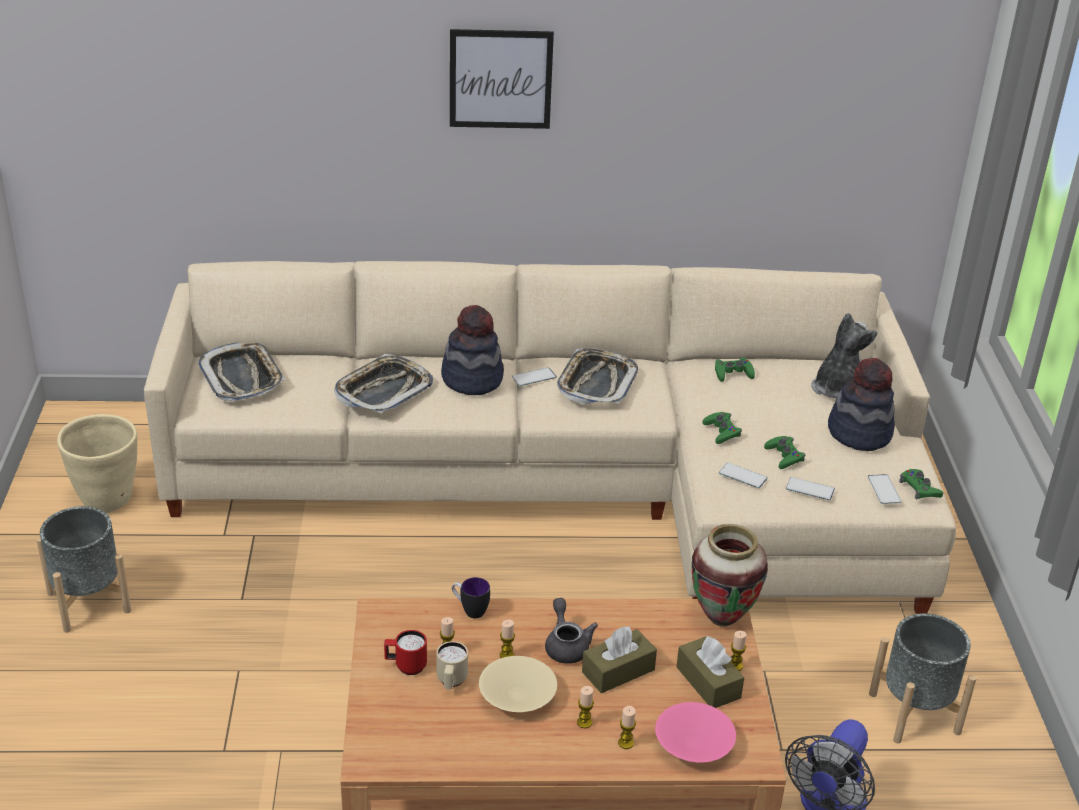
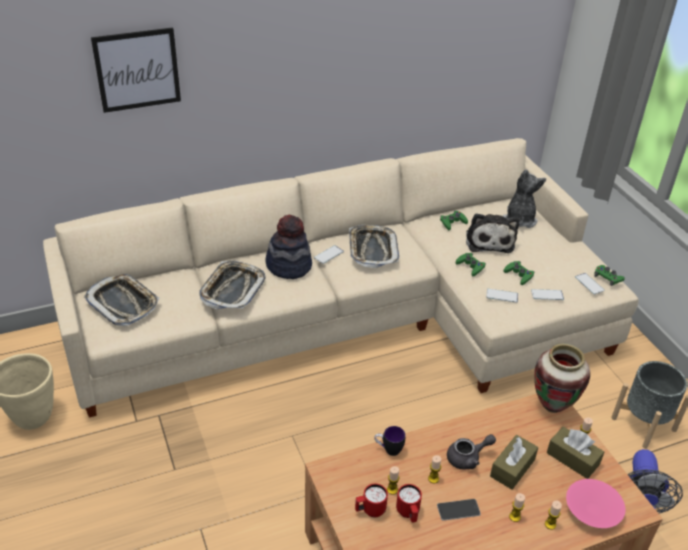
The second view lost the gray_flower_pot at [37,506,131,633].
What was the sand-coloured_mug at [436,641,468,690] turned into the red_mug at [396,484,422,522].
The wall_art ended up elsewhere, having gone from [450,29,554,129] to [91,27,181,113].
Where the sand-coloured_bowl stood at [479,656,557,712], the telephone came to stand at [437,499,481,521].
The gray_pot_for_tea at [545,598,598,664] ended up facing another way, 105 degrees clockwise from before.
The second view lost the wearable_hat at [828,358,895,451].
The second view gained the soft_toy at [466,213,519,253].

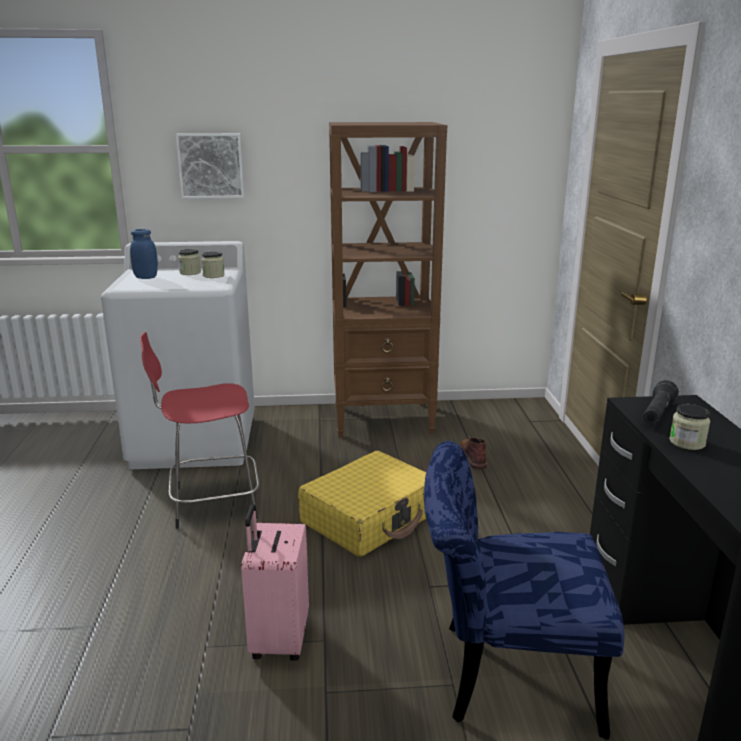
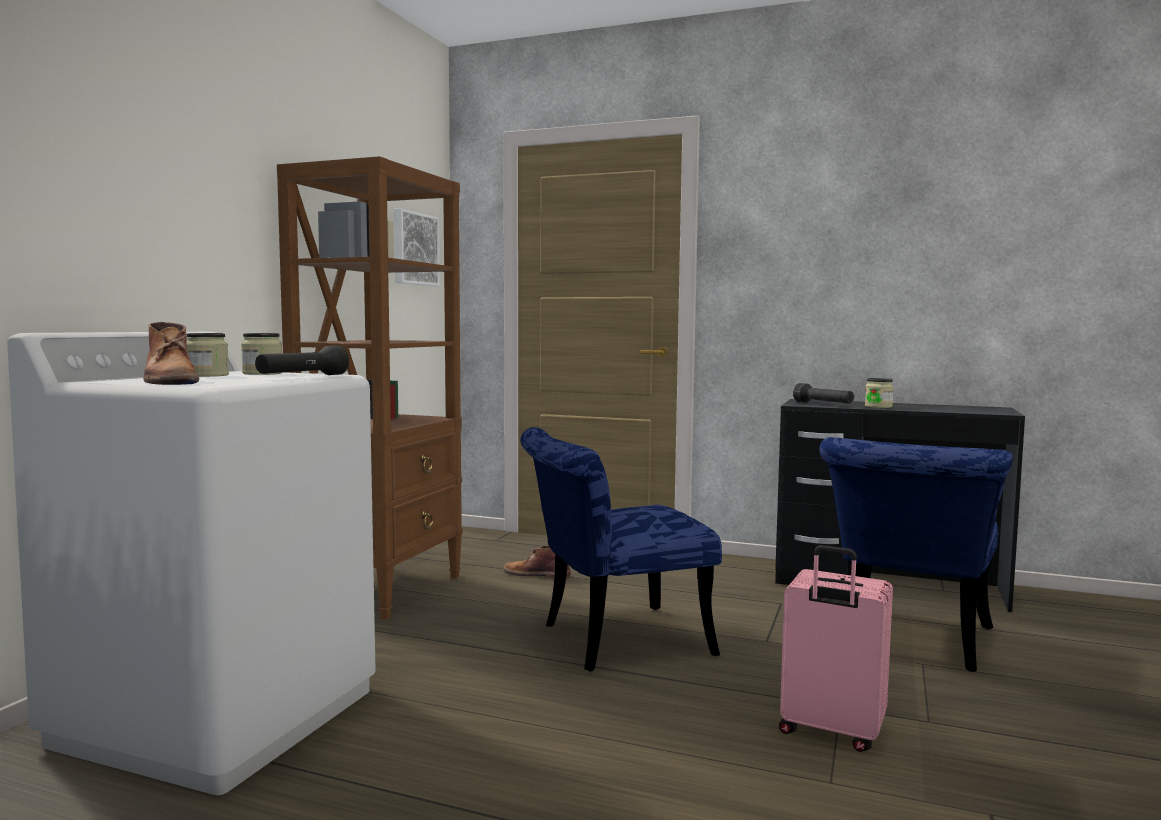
Where the bluish_jar stood at [130,229,158,279], the brown_high-top_boot came to stand at [143,322,199,385].
The second view lost the red_stool_seat at [140,332,259,529].
The wall_art ended up elsewhere, having gone from [176,133,244,199] to [394,209,440,286].
Where the yellowish_piece_of_luggage stood at [298,451,426,557], the bluish_chair came to stand at [520,427,722,672].
The second view gained the black_hand_torch at [255,346,349,375].

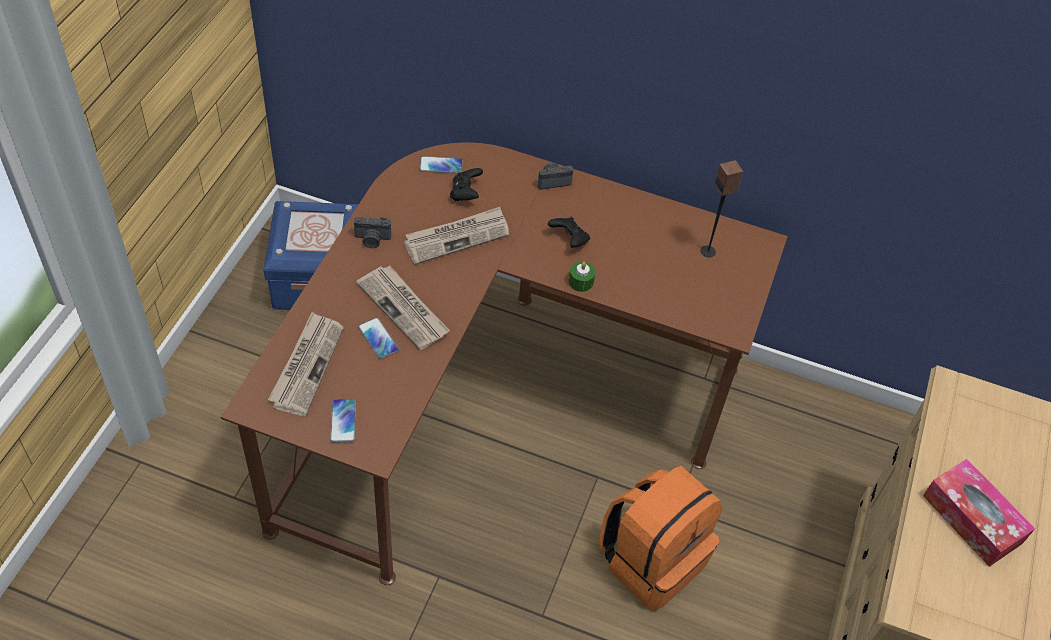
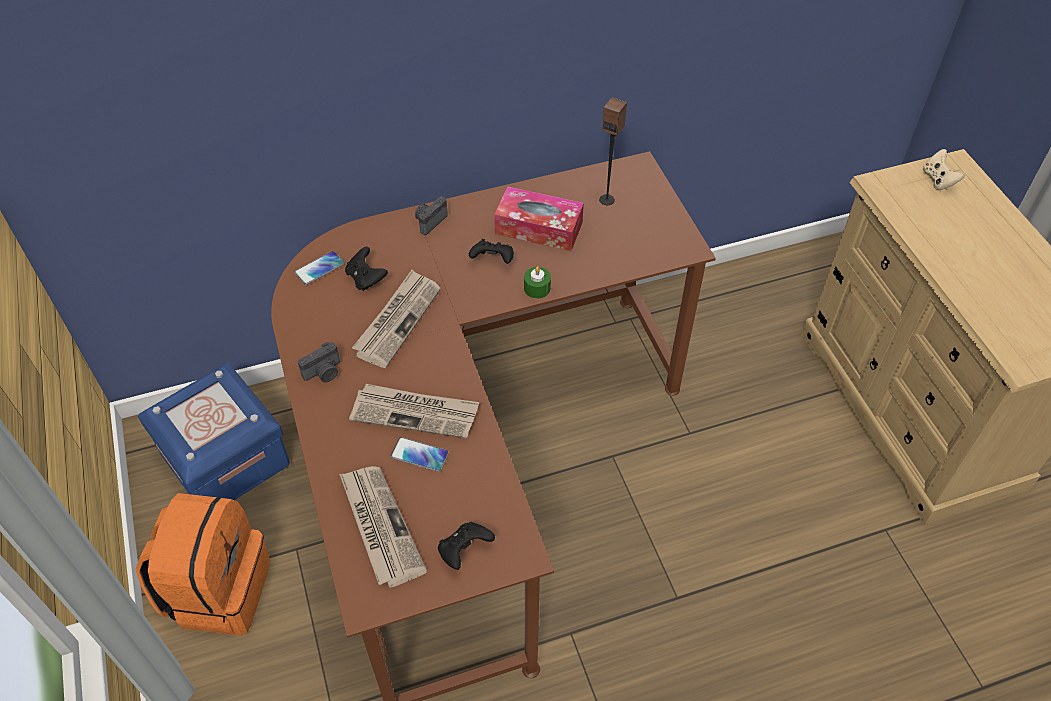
Where the telephone stood at [330,399,356,443], the black_gamepad came to stand at [438,522,495,570].
The orange_backpack ended up elsewhere, having gone from [599,466,722,611] to [136,493,270,636].
The box_of_tissues ended up elsewhere, having gone from [923,459,1035,567] to [494,186,584,251].
The second view gained the sand-coloured_gamepad at [923,149,964,190].

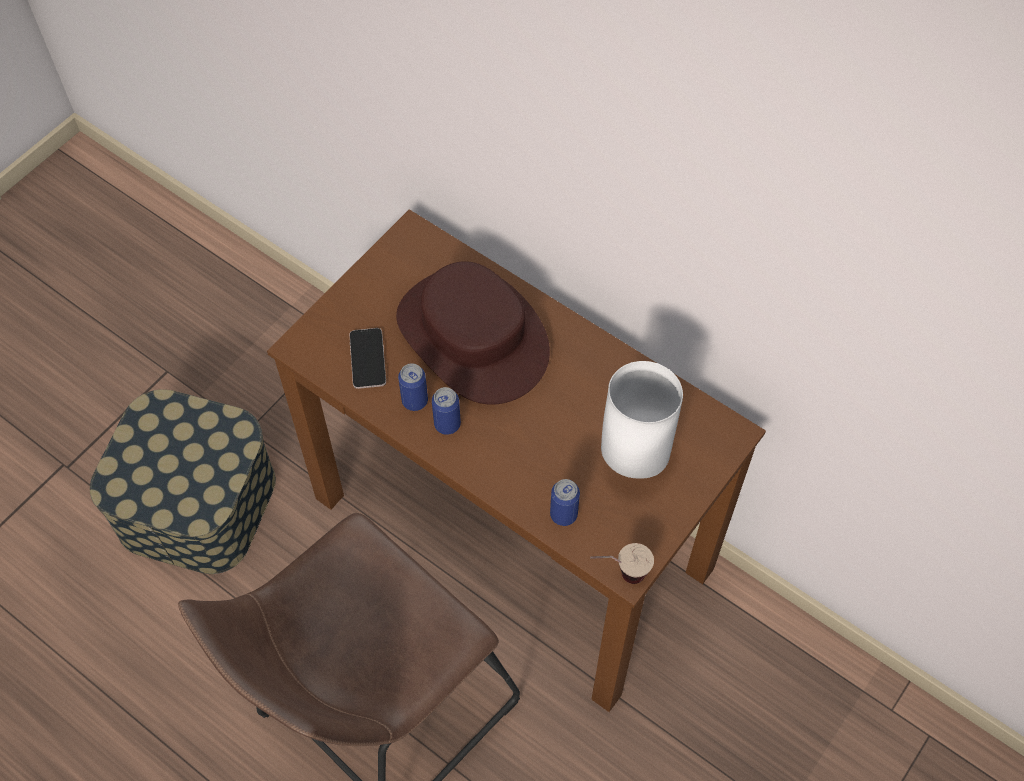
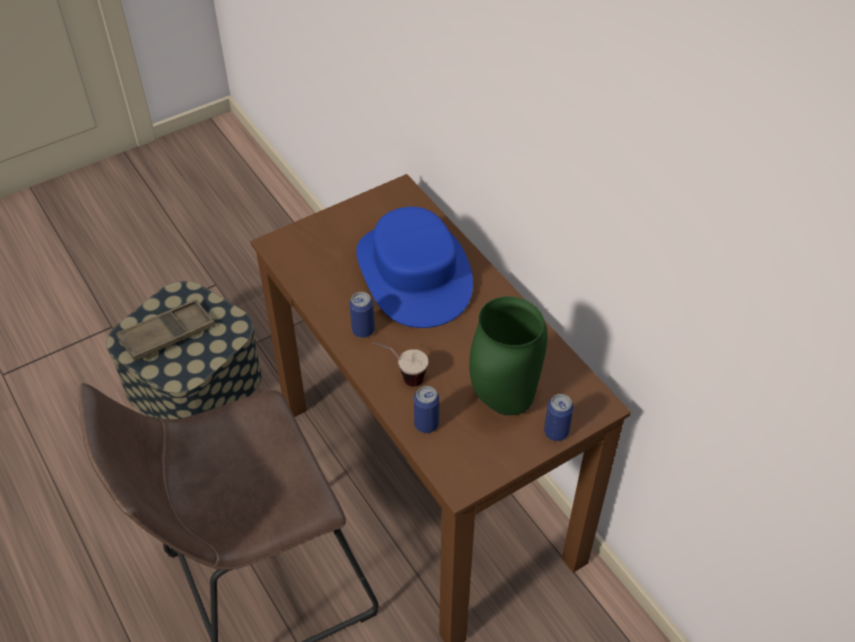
The second view lost the telephone at [349,328,386,389].
What was the brown_wearable_hat at [396,261,550,405] turned into the bluish_wearable_hat at [356,207,473,328].
The metal_can ended up elsewhere, having gone from [398,363,428,411] to [544,394,574,441].
The cup ended up elsewhere, having gone from [590,543,654,584] to [373,342,428,387].
What was the white_vase at [601,361,683,479] turned into the greenish_vase at [469,296,548,415].
The second view gained the brown_carrying_tray at [116,299,215,361].

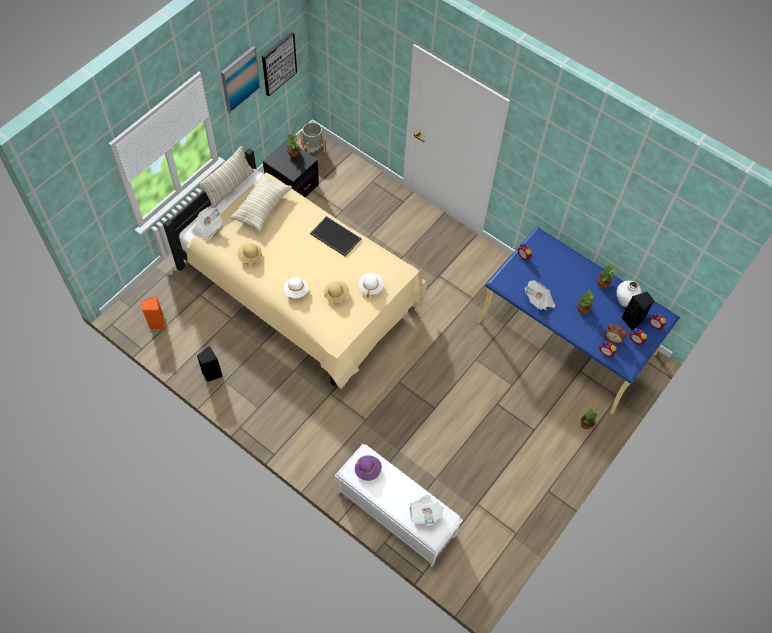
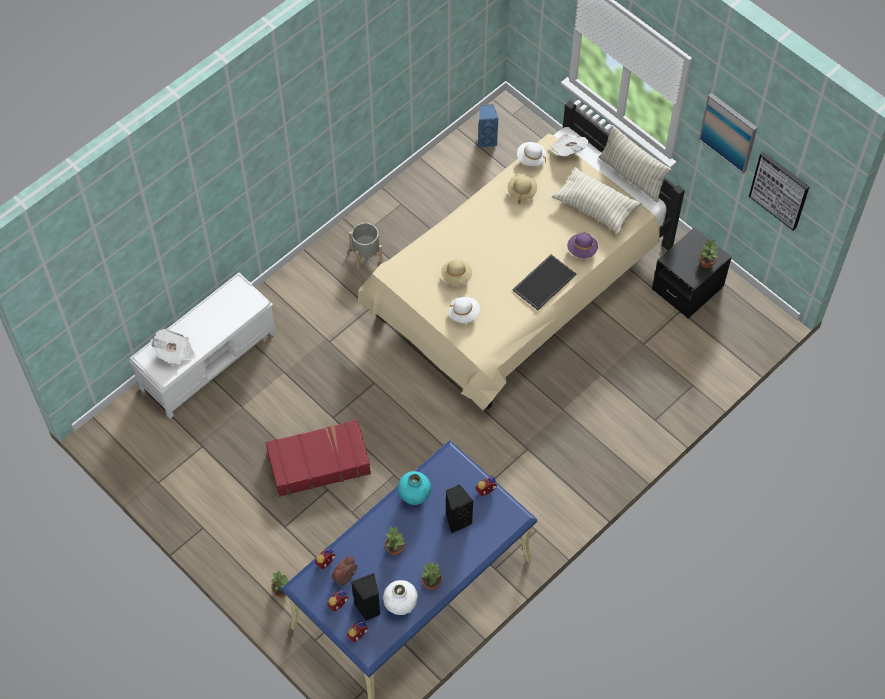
What was the orange_loudspeaker at [141,296,165,329] turned into the bluish_loudspeaker at [478,104,499,148].
The black_loudspeaker ended up elsewhere, having gone from [197,346,223,382] to [446,485,473,534].
The white_wearable_hat ended up elsewhere, having gone from [284,277,308,298] to [517,142,546,166].
The gray_flower_pot ended up elsewhere, having gone from [300,122,325,153] to [349,223,383,269].
The purple-coloured_wearable_hat ended up elsewhere, having gone from [355,455,382,481] to [567,233,598,258].
Where the printed_paper stood at [525,280,555,310], the blue-green_vase came to stand at [398,471,431,505].
The second view gained the red_piece_of_luggage at [265,420,371,497].

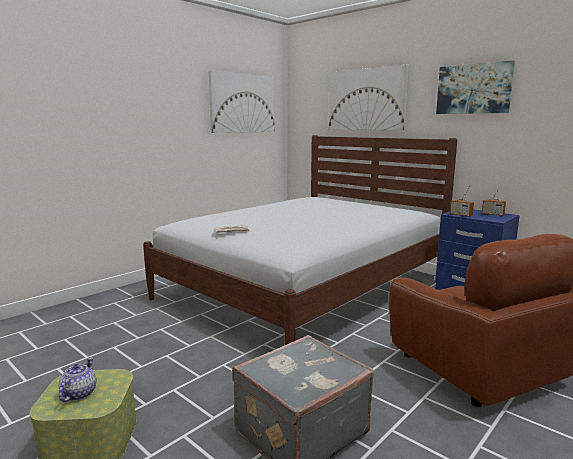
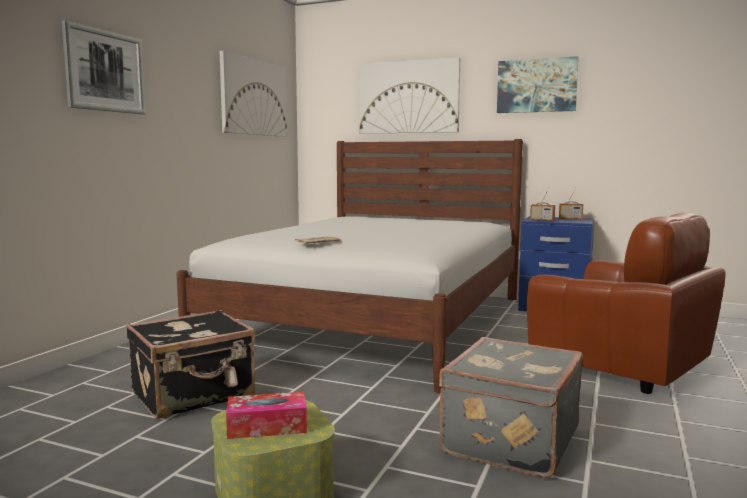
Where the pot_for_tea stood at [59,358,97,402], the box_of_tissues came to stand at [226,392,307,439].
The second view gained the wall_art at [62,20,146,114].
The second view gained the black_piece_of_luggage at [126,310,255,419].

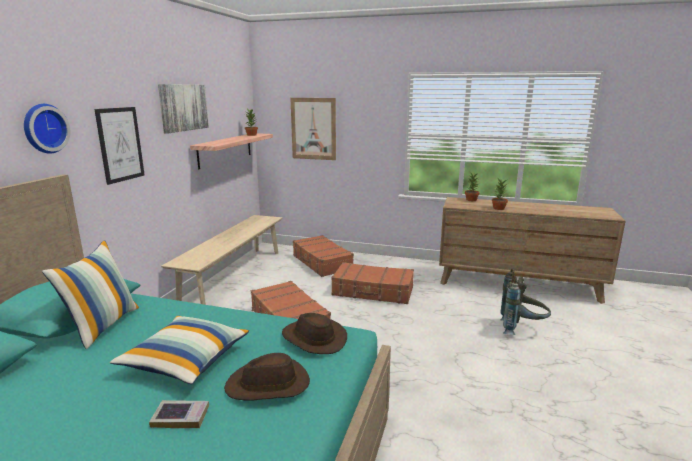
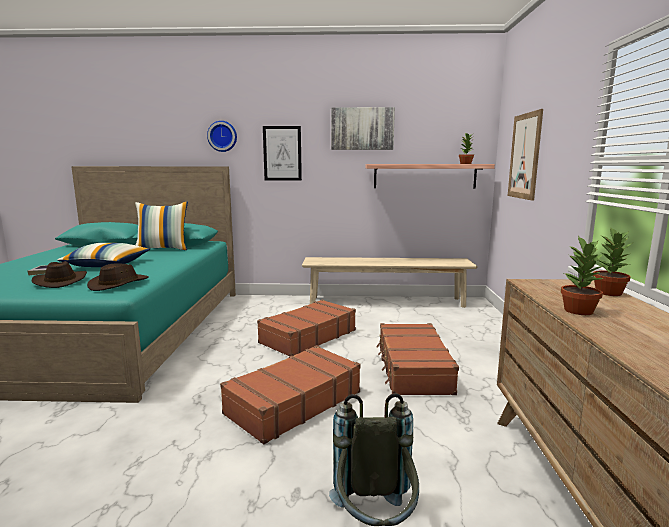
The brown_piece_of_luggage ended up elsewhere, having gone from [293,235,354,277] to [220,345,361,444].

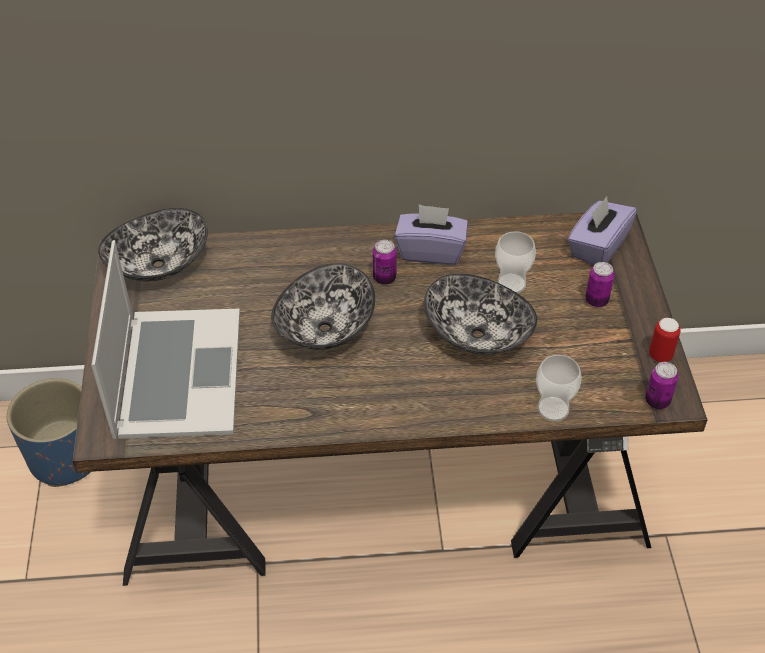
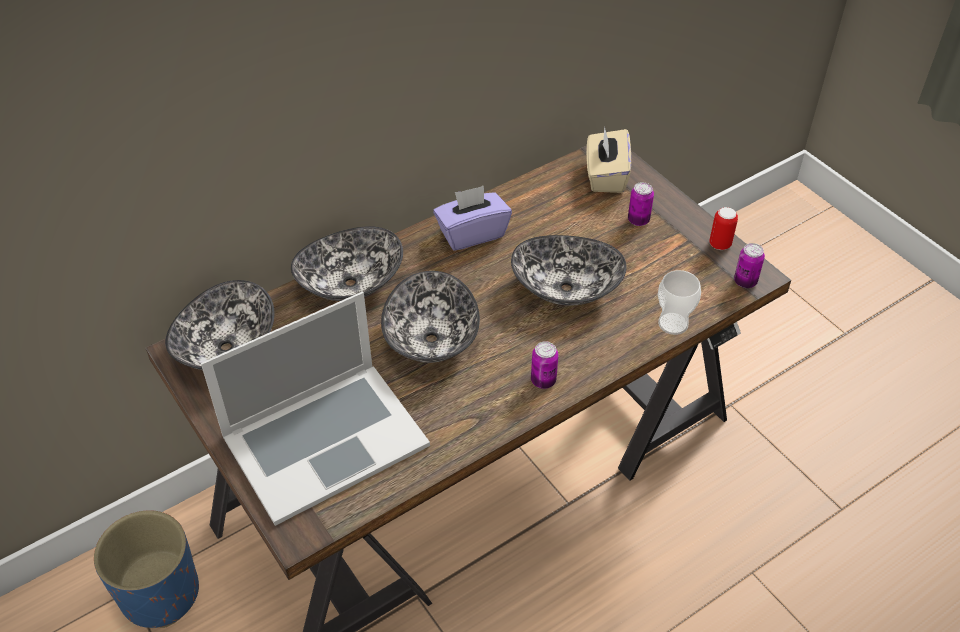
The laptop at [91,240,240,439] ended up facing another way, 90 degrees clockwise from before.
The metal_can ended up elsewhere, having gone from [373,240,397,285] to [531,341,558,389].
The second view lost the cup at [495,231,536,293].
What was the purple-coloured_box_of_tissues at [568,197,637,266] turned into the sand-coloured_box_of_tissues at [586,127,631,193].
The second view gained the bowl at [291,226,403,301].

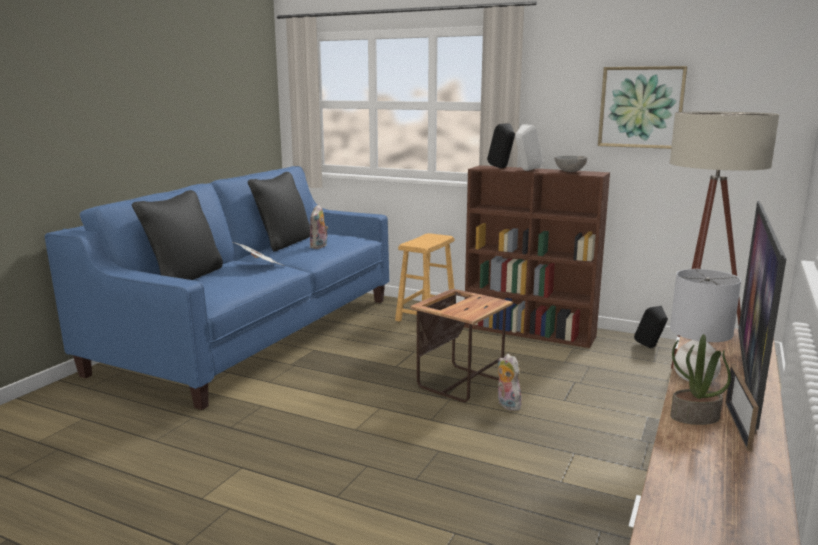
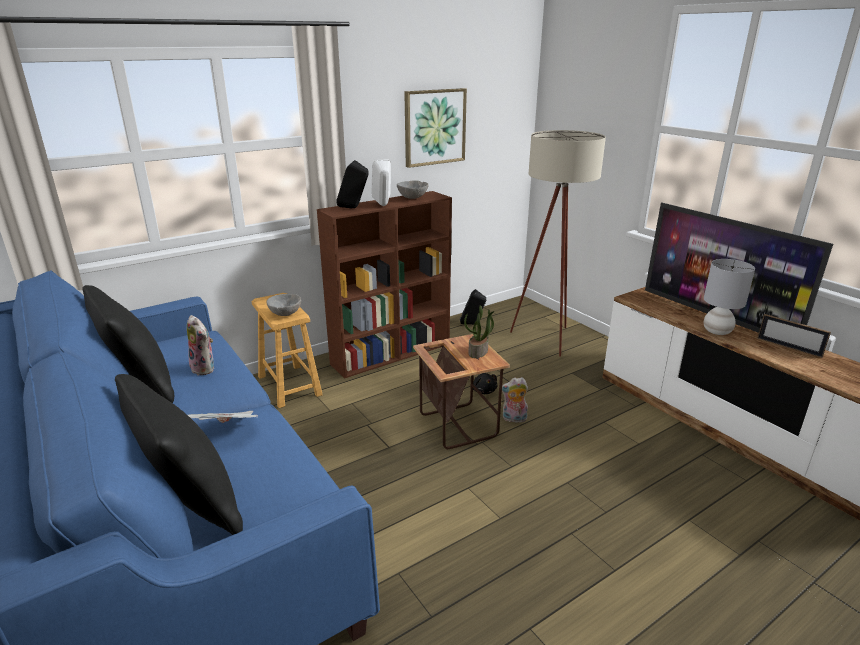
The potted_plant ended up elsewhere, having gone from [671,334,731,425] to [464,305,495,358].
The second view gained the gray_bowl at [266,294,301,316].
The second view gained the black_soft_toy at [473,373,497,394].

